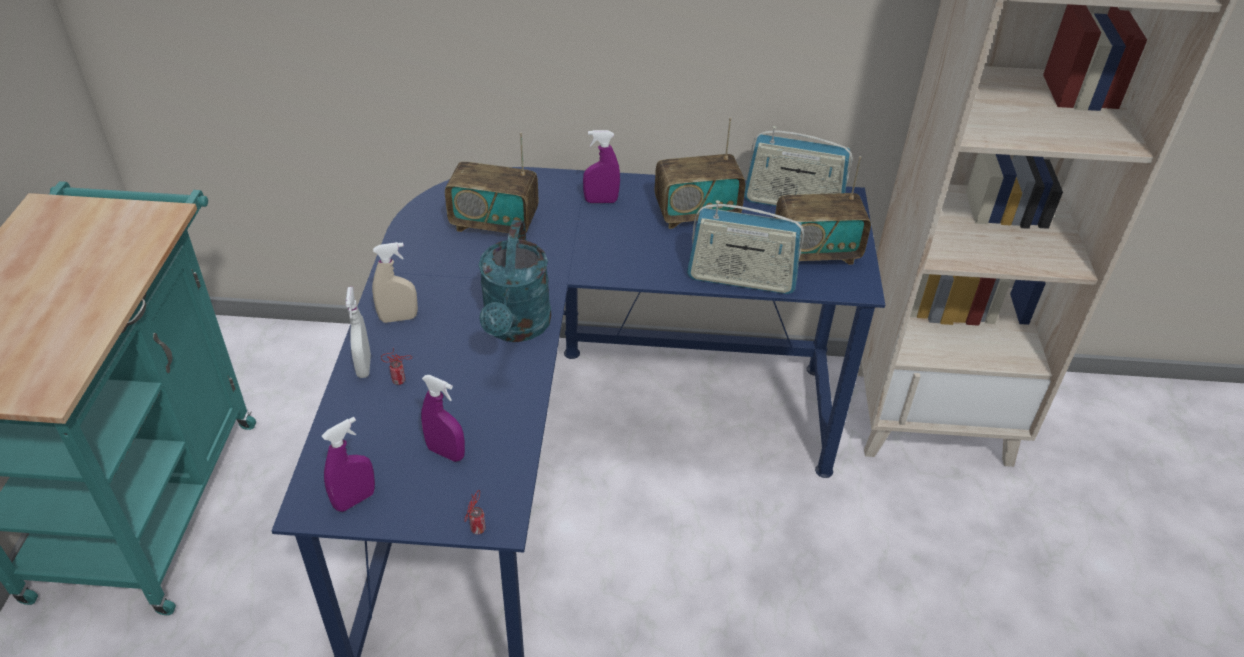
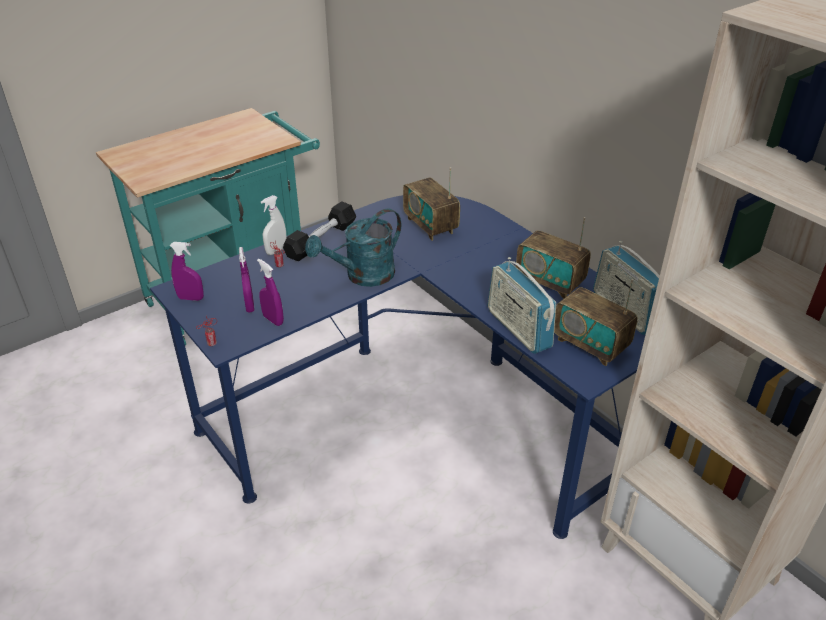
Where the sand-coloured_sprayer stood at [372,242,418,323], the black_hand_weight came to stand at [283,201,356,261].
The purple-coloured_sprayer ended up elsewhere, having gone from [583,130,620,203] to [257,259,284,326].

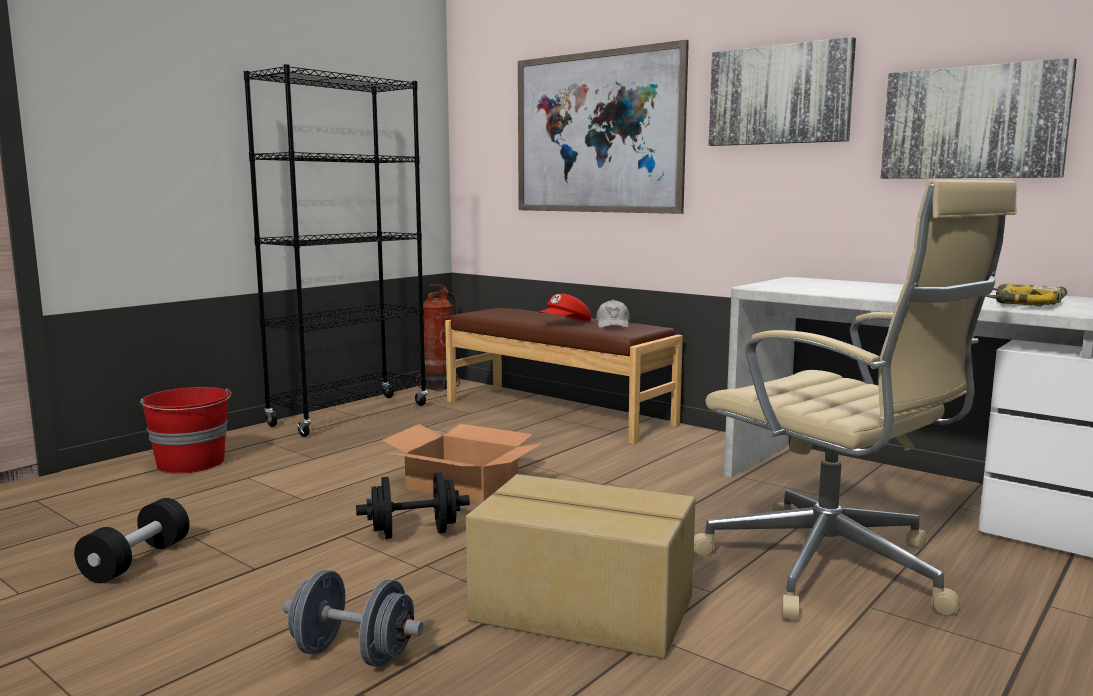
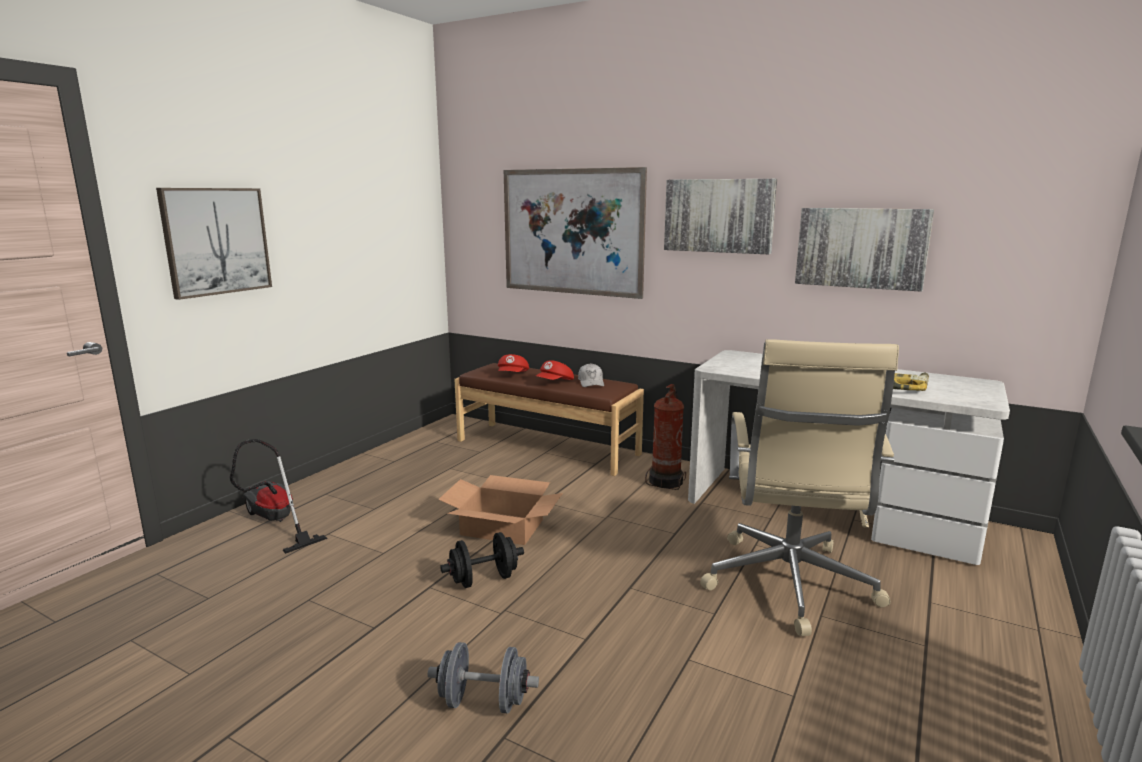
The second view lost the black_hand_weight at [74,498,189,583].
Where the red_pail stood at [140,387,231,474], the vacuum came to stand at [230,439,328,554].
The second view lost the black_shelving_unit at [244,64,427,437].
The fire_extinguisher ended up elsewhere, having gone from [416,284,460,391] to [645,384,686,490].
The second view lost the carton at [466,474,696,659].
The sand-coloured_desk_chair at [694,180,1017,620] ended up facing another way, 60 degrees clockwise from before.
The second view gained the wall_art at [156,188,272,300].
The second view gained the red_cap at [498,354,529,372].

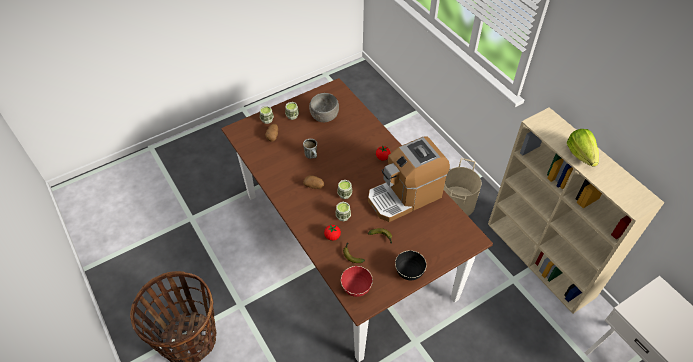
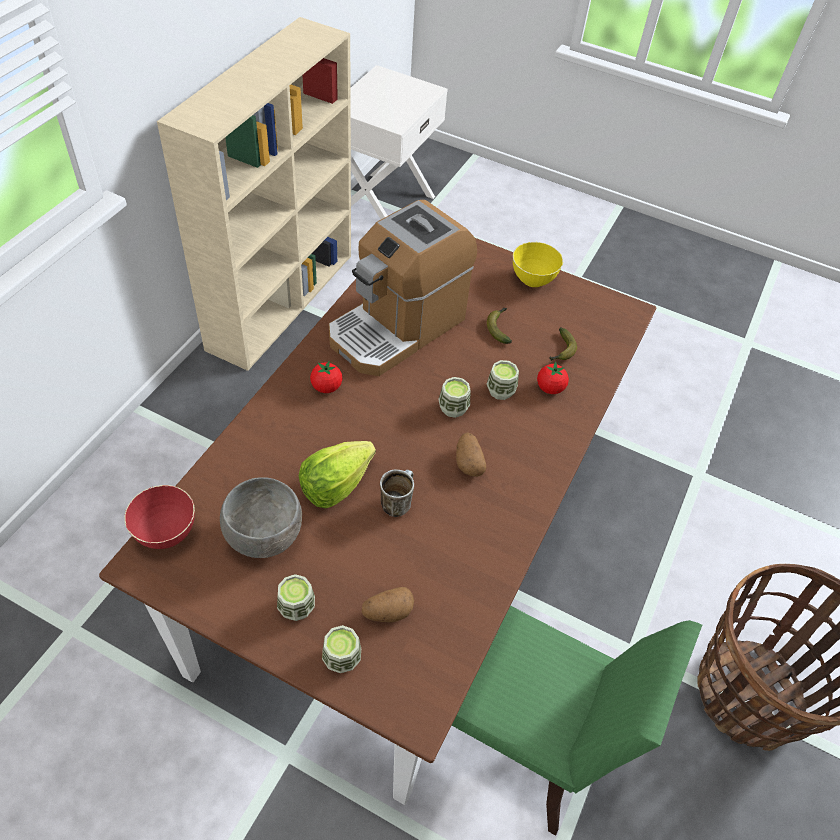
The red_bowl ended up elsewhere, having gone from [341,266,373,297] to [124,485,195,549].
The coffee_machine at [368,136,450,222] ended up facing another way, 105 degrees clockwise from before.
What was the black_bowl at [395,251,427,280] turned into the yellowish_bowl at [513,242,563,287].
The second view lost the sand-coloured_pail at [444,158,481,216].
The lettuce_head ended up elsewhere, having gone from [567,129,599,167] to [299,441,376,508].
The second view gained the greenish_chair at [452,606,702,835].

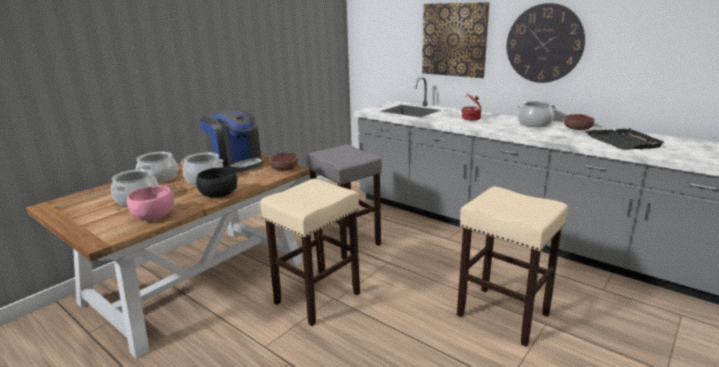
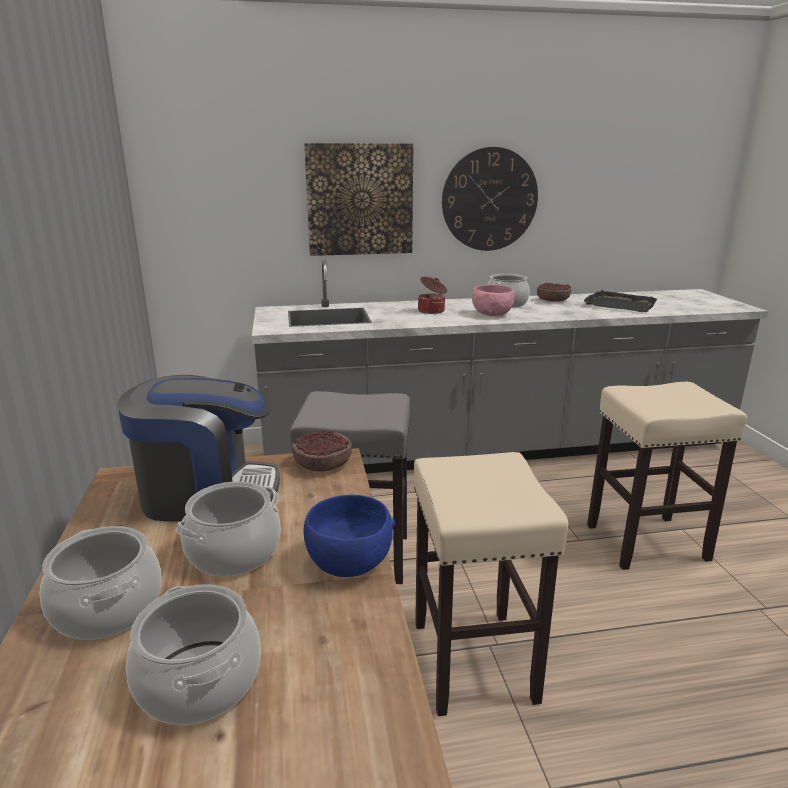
The pink-coloured_bowl ended up elsewhere, having gone from [127,185,174,221] to [472,284,515,316].
What was the black_bowl at [196,167,237,198] turned into the bluish_bowl at [304,495,395,577].

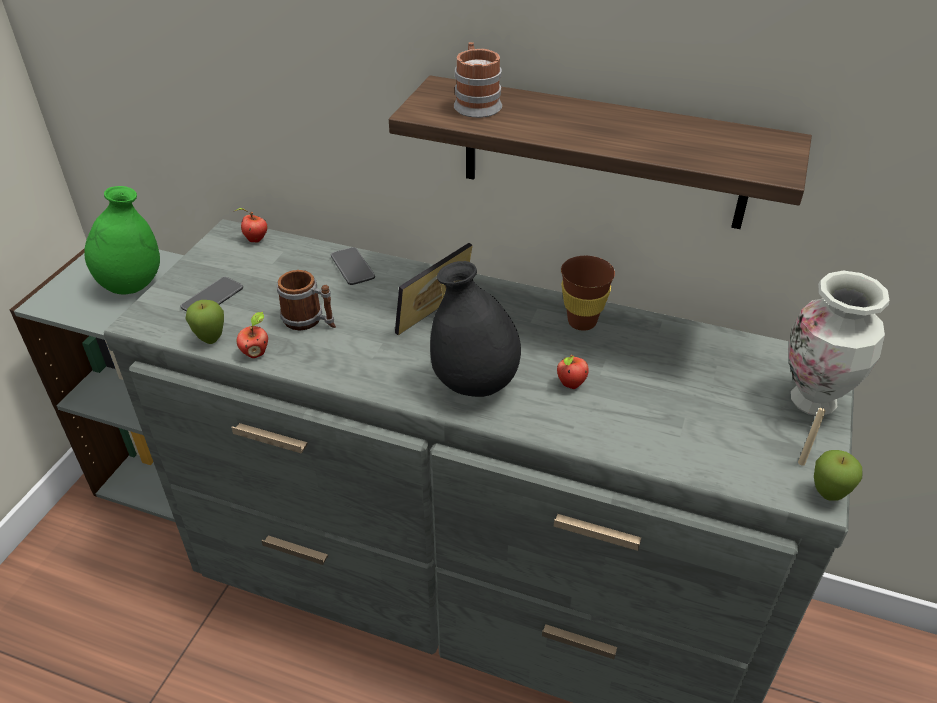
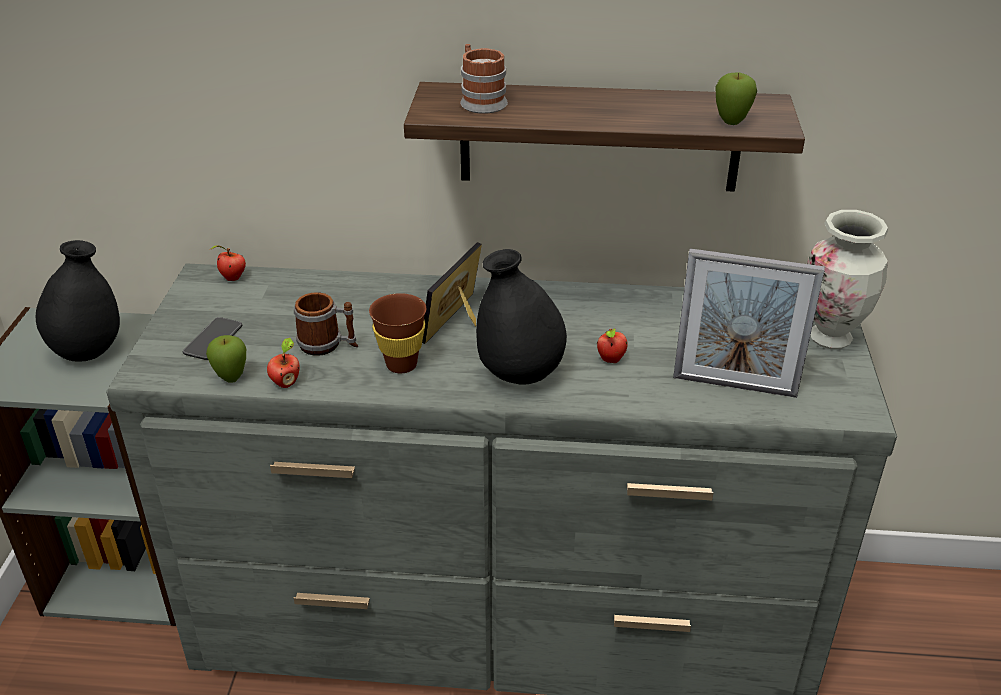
What was the greenish_vase at [84,186,160,294] turned into the black_vase at [36,240,120,362].
The second view lost the telephone at [331,247,375,285].
The brown_cup ended up elsewhere, having gone from [561,256,615,331] to [369,293,426,373].
The second view lost the sand-coloured_wax_candle at [798,408,826,466].
The apple ended up elsewhere, having gone from [814,450,863,501] to [715,73,757,125].
The second view gained the standing_frame at [673,248,825,398].

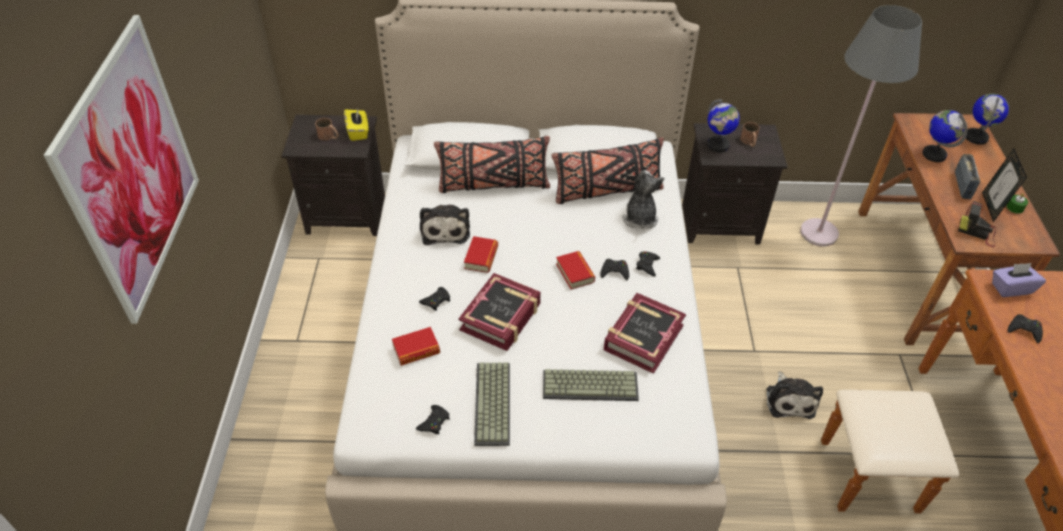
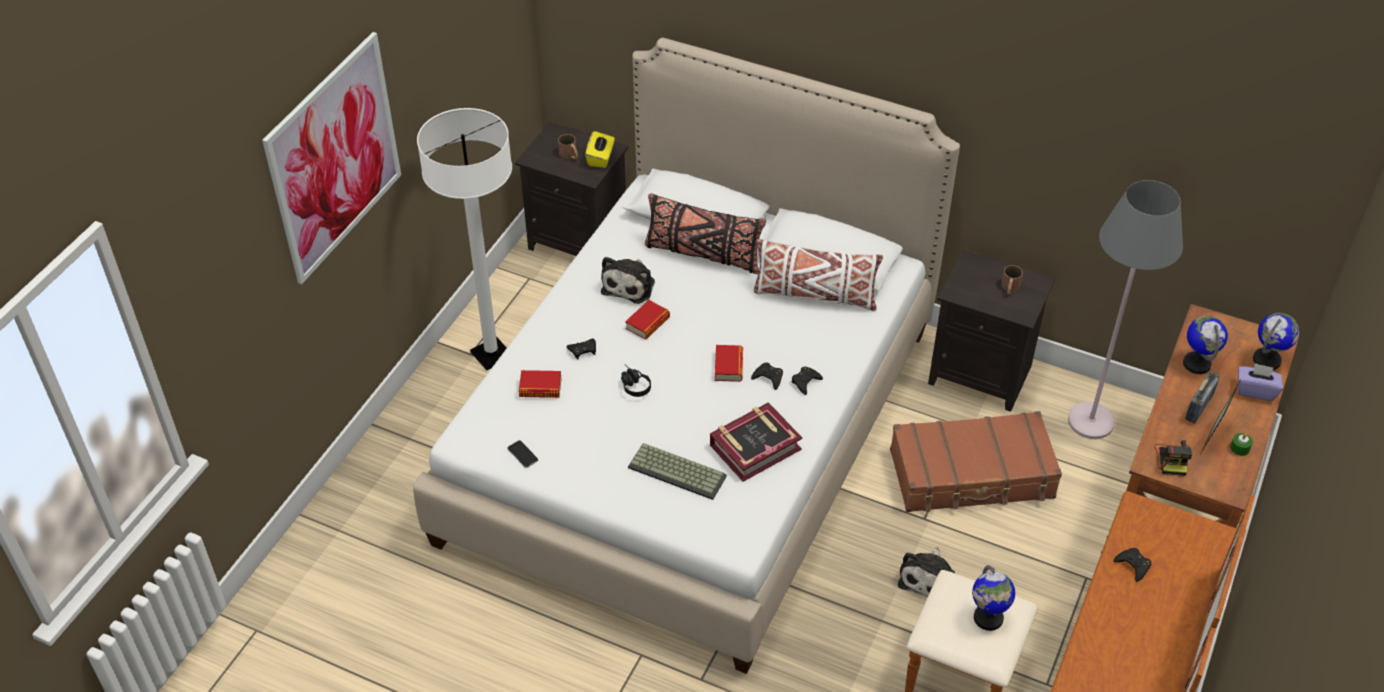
Where the black_gamepad stood at [416,405,450,435], the telephone came to stand at [507,440,538,468].
Where the bound_book stood at [459,273,541,351], the black_headphones came to stand at [621,364,651,397].
The second view lost the computer_keyboard at [474,362,510,446].
What was the black_cushion at [551,137,664,204] turned into the white_cushion at [754,239,883,311].
The second view lost the soft_toy at [622,170,664,229].
The world_globe ended up elsewhere, having gone from [707,99,740,152] to [972,565,1015,631].
The photo_camera at [958,201,996,247] ended up facing another way, 135 degrees counterclockwise from before.
The purple-coloured_box_of_tissues ended up elsewhere, having gone from [992,263,1046,297] to [1238,363,1283,401].
The second view gained the white_floor_lamp at [417,108,512,370].
The second view gained the brown_piece_of_luggage at [890,411,1062,512].

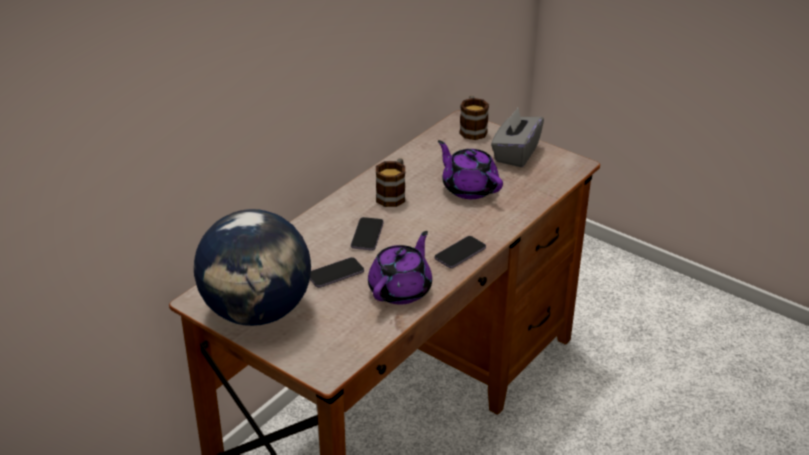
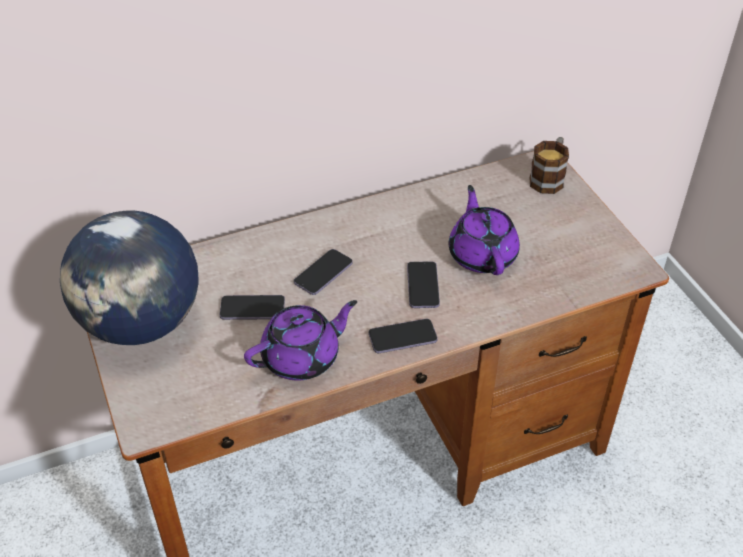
The second view lost the mug at [376,158,405,207].
The second view lost the gray_box_of_tissues at [491,108,544,167].
The second view gained the telephone at [407,262,440,308].

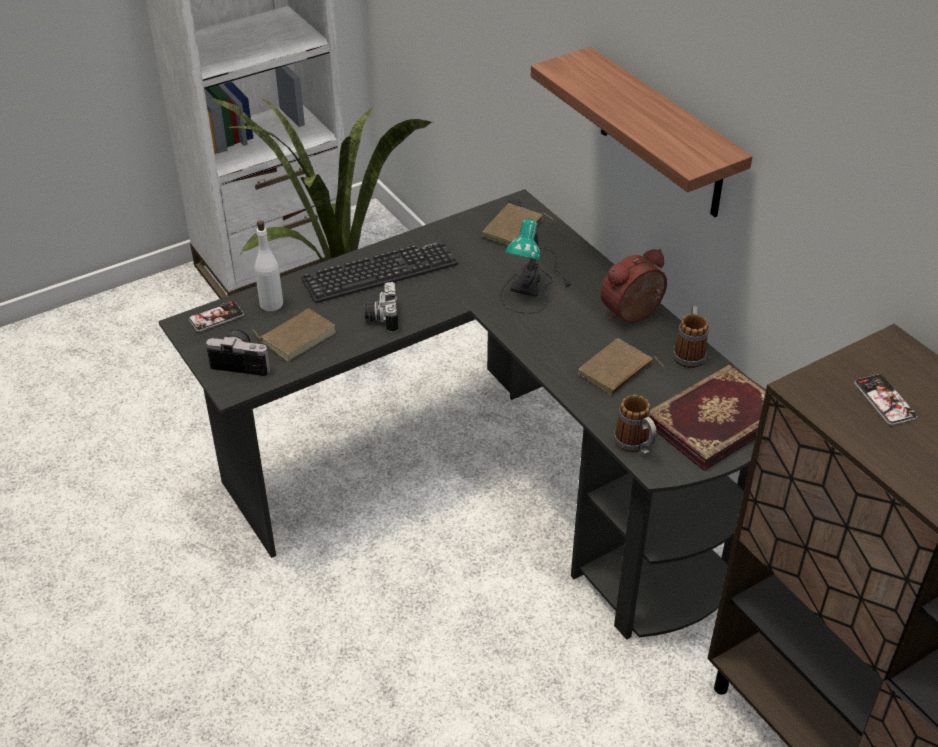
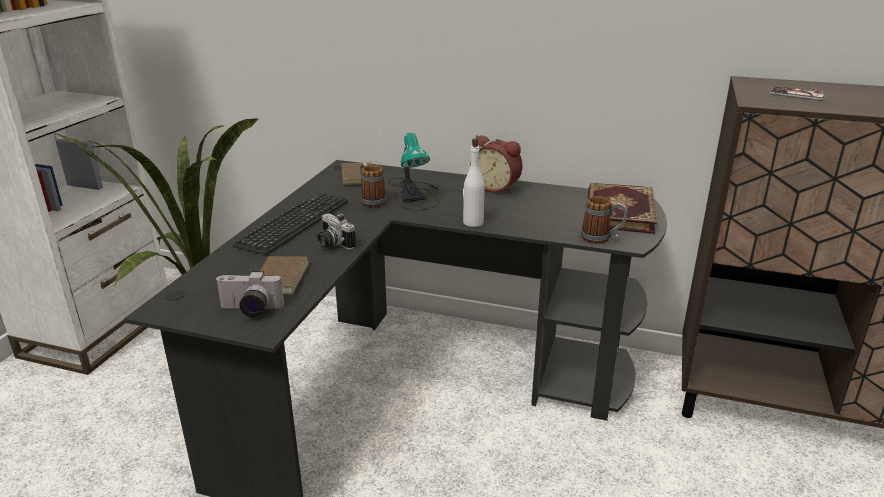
The second view lost the telephone at [189,301,244,332].
The photo_camera at [206,330,270,376] ended up facing another way, 150 degrees counterclockwise from before.
The white_bottle ended up elsewhere, having gone from [255,220,283,311] to [463,138,485,227].
The second view lost the wall_shelf at [531,47,753,217].
The second view lost the brown_bound_book at [578,338,663,395].
The alarm_clock at [600,249,667,323] ended up facing another way, 75 degrees counterclockwise from before.
The mug ended up elsewhere, having gone from [673,306,709,368] to [360,163,387,207].

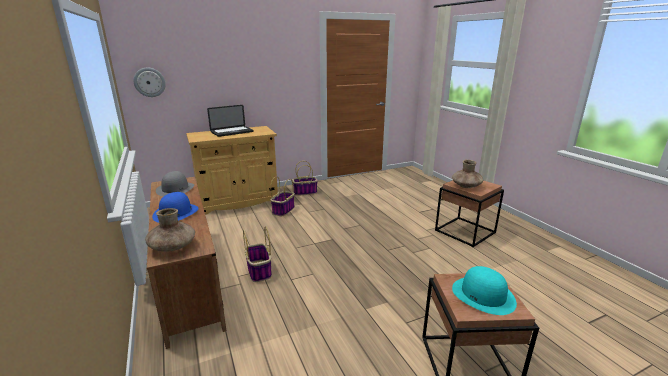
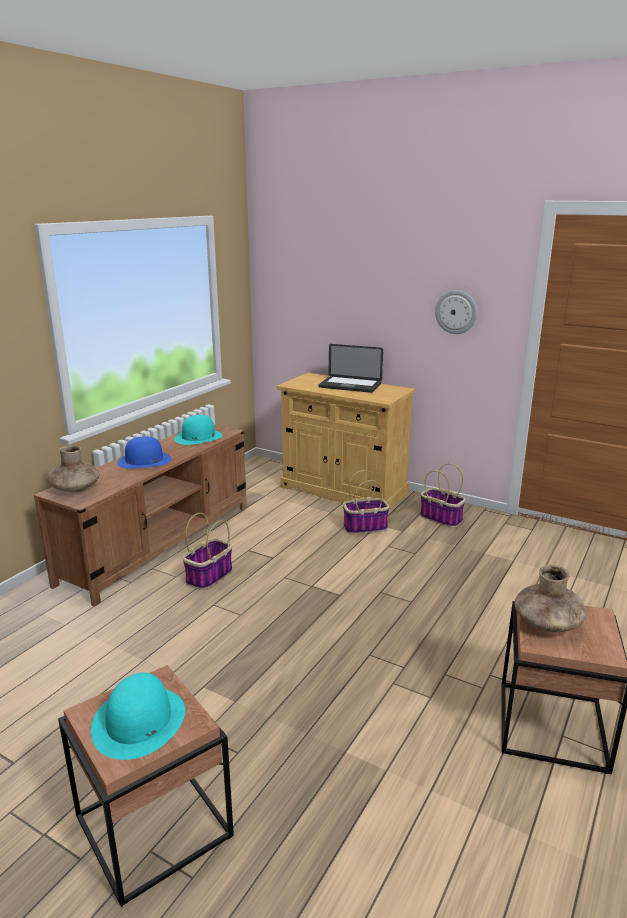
The wall_clock ended up elsewhere, having gone from [133,68,166,97] to [435,290,477,334].
What was the gray_wearable_hat at [156,171,194,197] turned into the blue-green_wearable_hat at [175,415,223,445].

